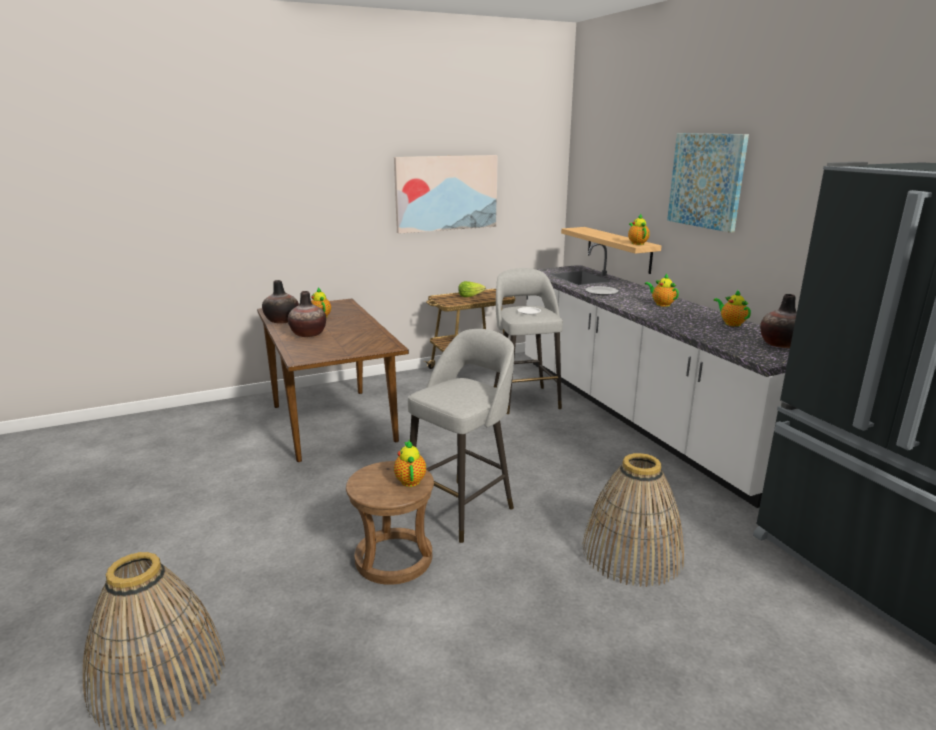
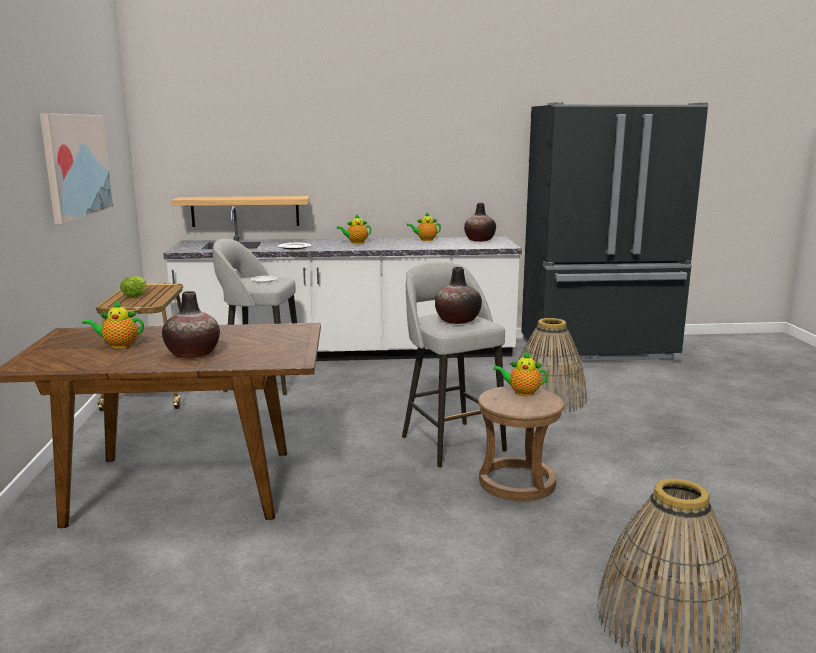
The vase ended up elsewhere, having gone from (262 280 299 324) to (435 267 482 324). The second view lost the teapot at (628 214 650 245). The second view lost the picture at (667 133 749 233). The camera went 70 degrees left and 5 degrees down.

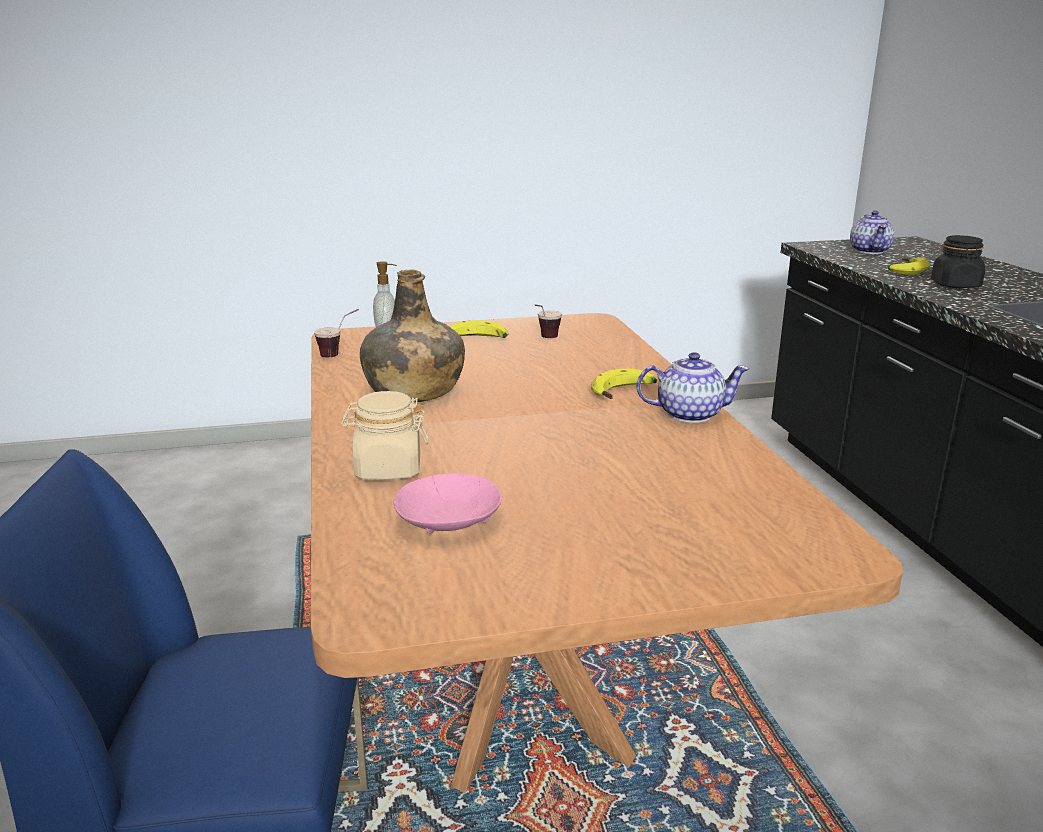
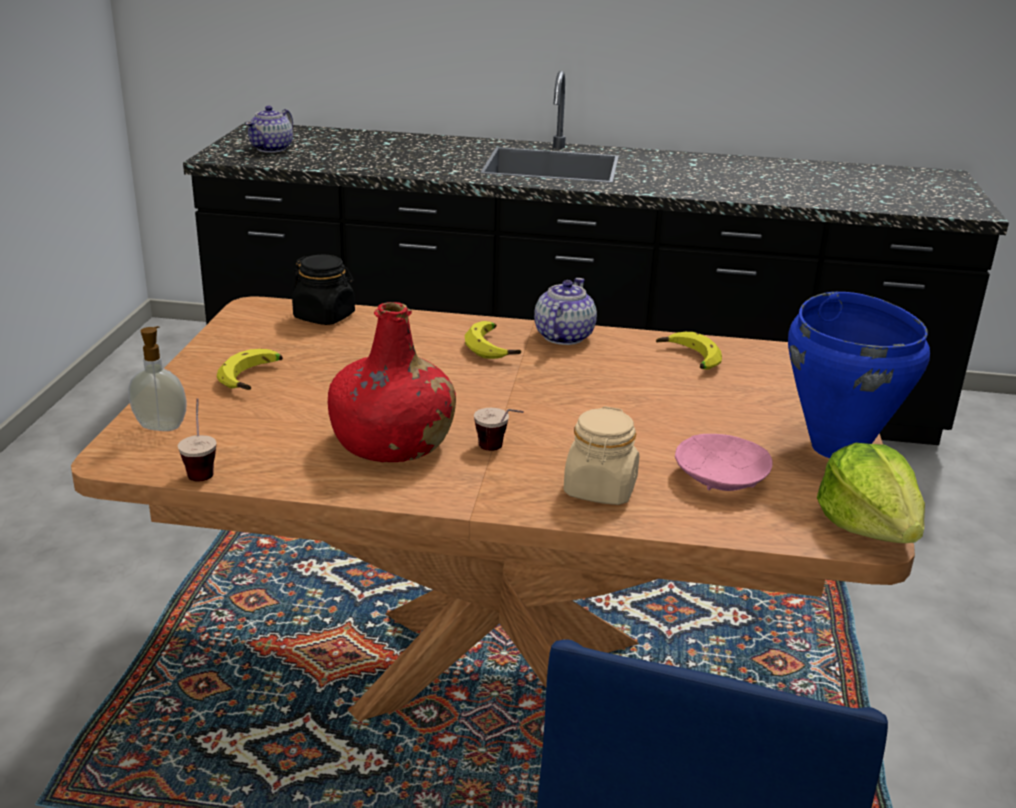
What was the green bottle at (360 270 465 402) turned into the red bottle at (328 302 456 462). The cup ended up elsewhere, having gone from (535 304 562 338) to (474 408 524 451). The teapot at (850 211 894 254) ended up facing another way, 90 degrees clockwise from before. The banana ended up elsewhere, having gone from (887 257 930 275) to (656 332 722 370). The black jar ended up elsewhere, having gone from (931 235 985 288) to (292 255 355 325). The second view gained the blue cooking pot at (788 292 930 458). The second view gained the lettuce at (817 443 925 543). The camera went 70 degrees left and 5 degrees up.

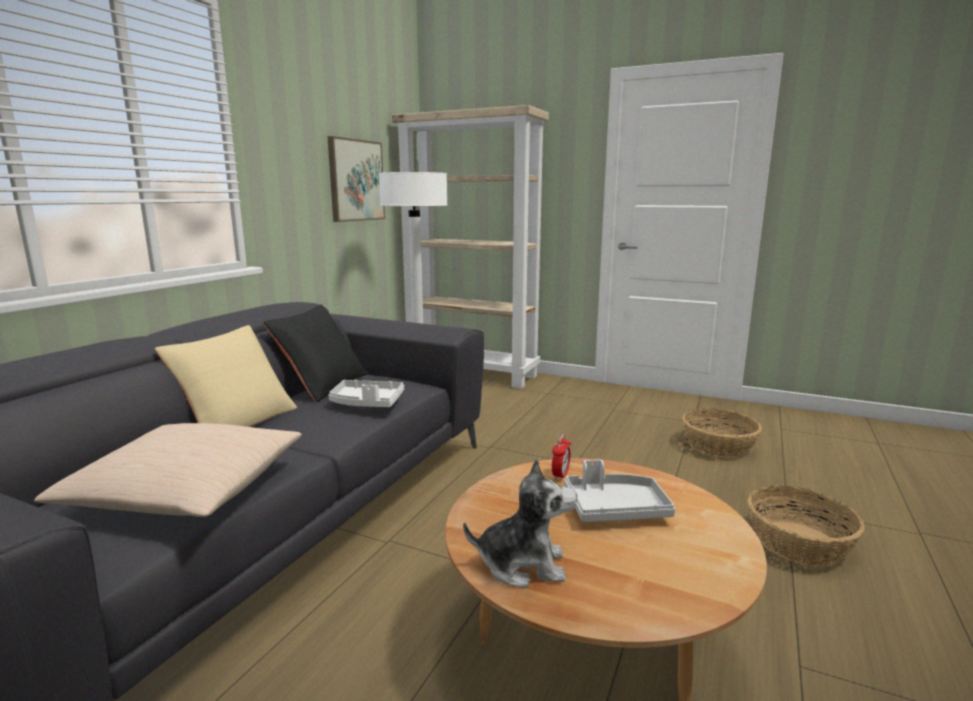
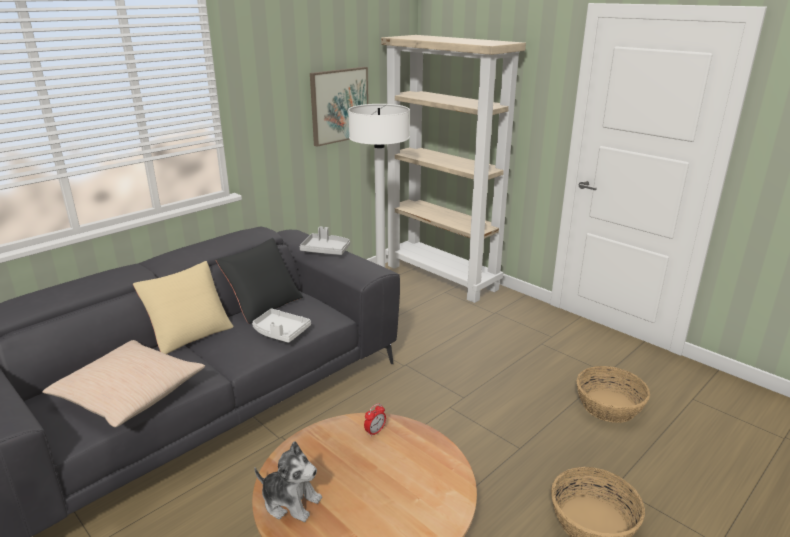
The grey tray ended up elsewhere, having gone from (565 459 676 522) to (300 227 350 255). The camera went 20 degrees right and 10 degrees up.

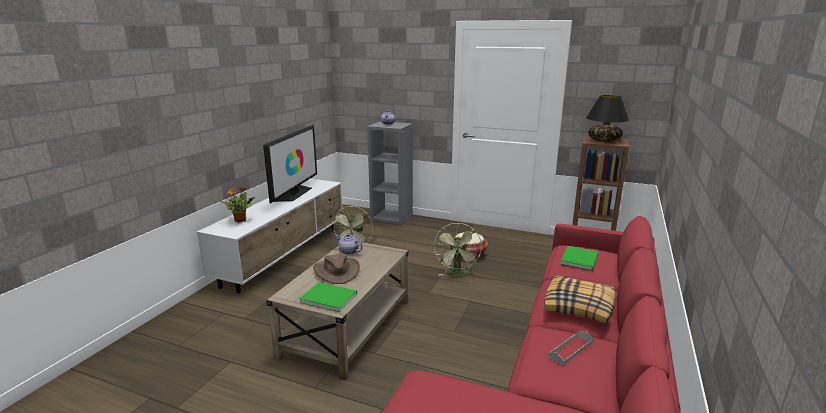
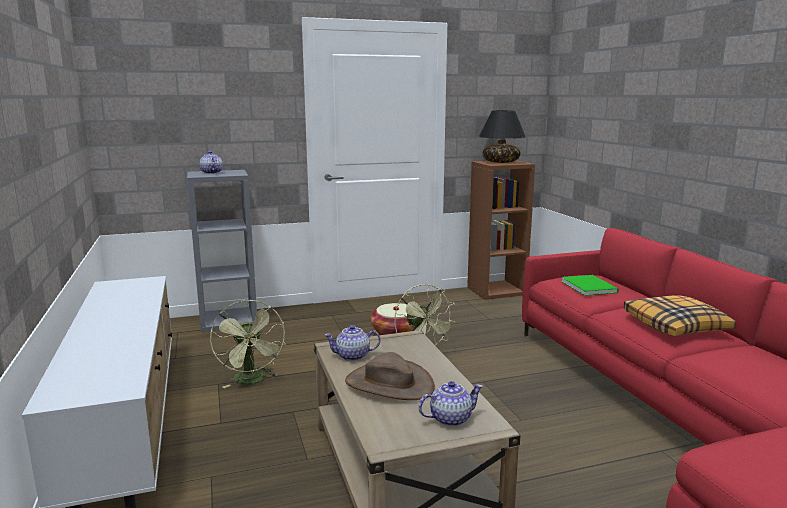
The second view lost the potted plant at (220 187 255 222). The second view lost the television at (263 125 317 204). Where the green book stood at (299 282 357 312), the teapot came to stand at (419 381 483 426). The second view lost the grey tray at (548 331 593 365). The camera went 40 degrees left and 5 degrees down.

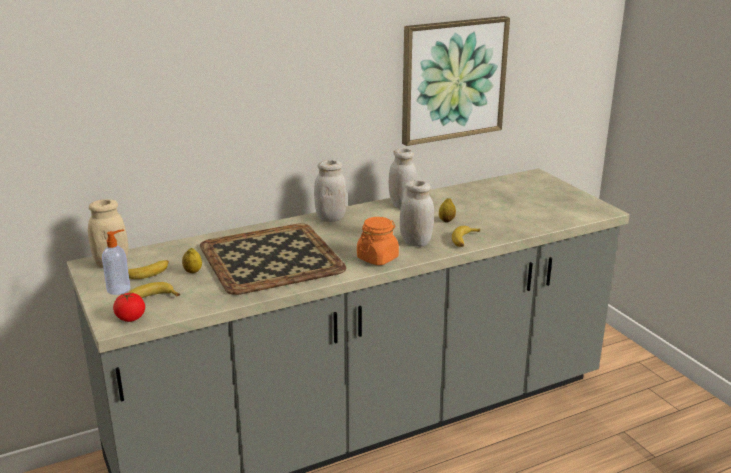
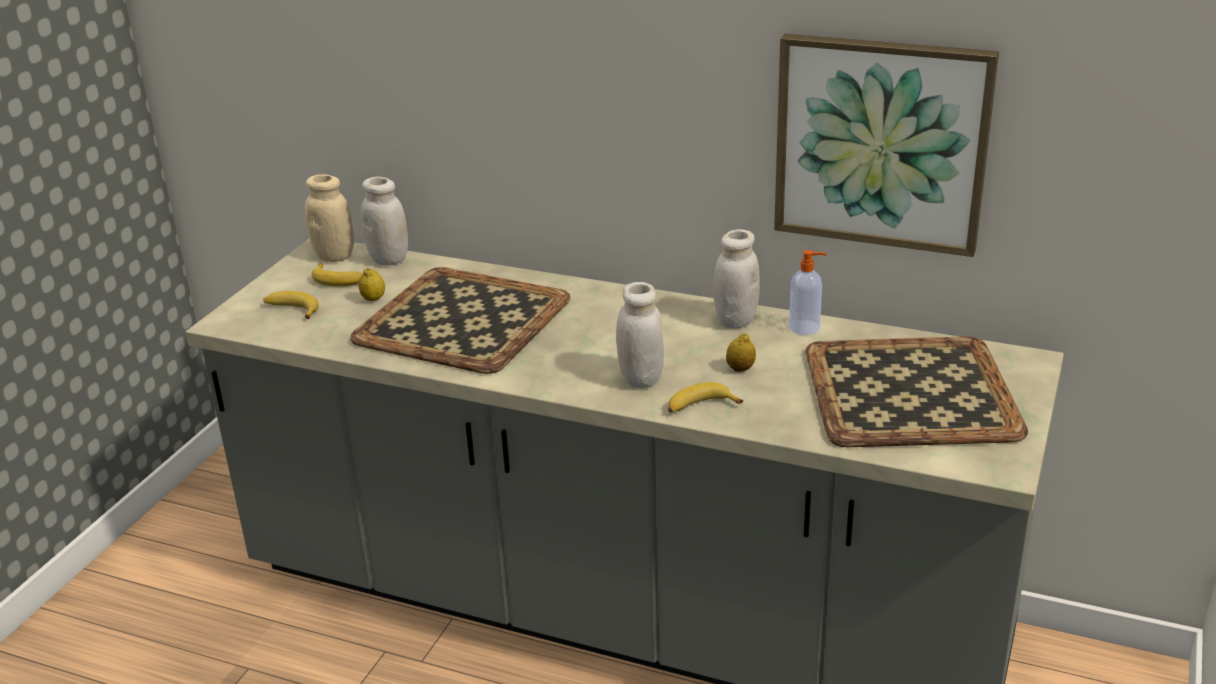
The soap dispenser ended up elsewhere, having gone from (102 229 130 295) to (789 250 827 335). The second view lost the tomato at (113 292 145 322). The white jar ended up elsewhere, having gone from (314 160 347 222) to (361 176 408 265). The second view lost the orange jar at (357 217 399 265). The second view gained the tray at (805 336 1028 447). The camera went 50 degrees right and 5 degrees up.

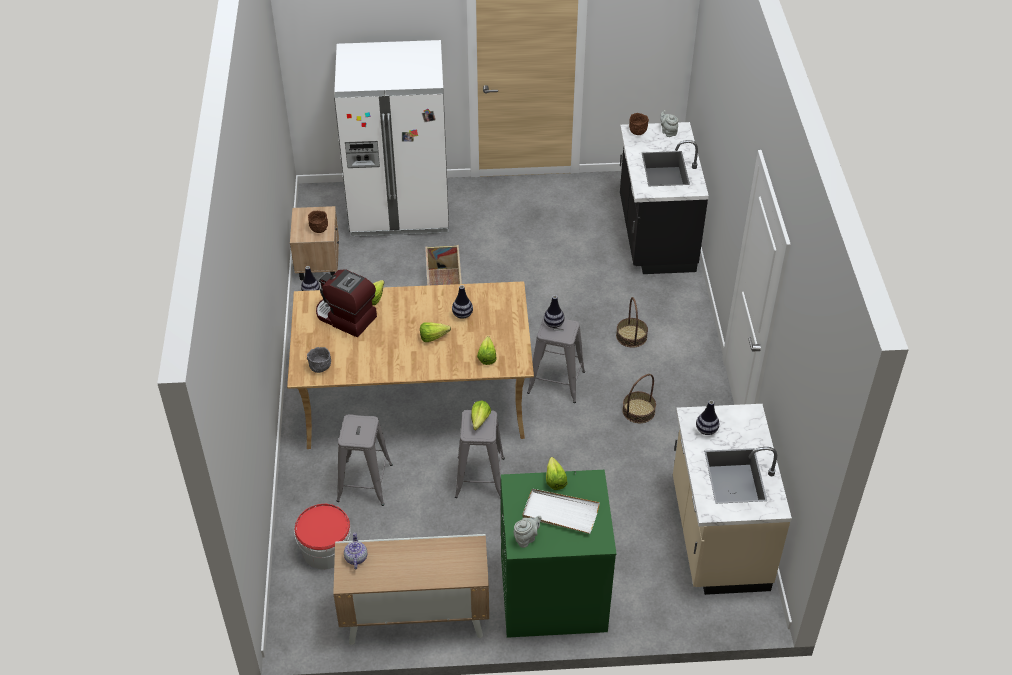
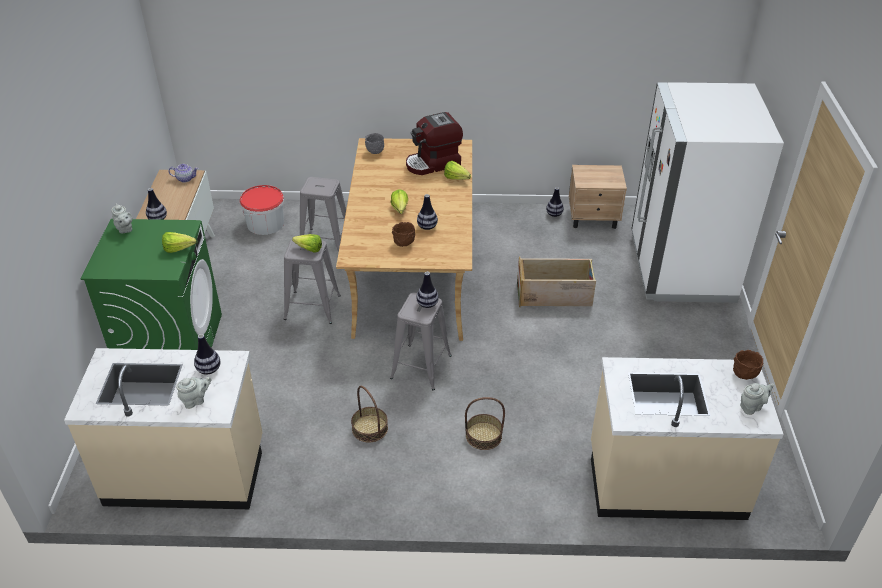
The brown bowl ended up elsewhere, having gone from (308 211 328 233) to (392 222 415 247). The coffee machine at (316 269 377 337) ended up facing another way, 150 degrees counterclockwise from before. The second view lost the lettuce at (477 336 496 365). The second view lost the white tray at (522 489 600 534). What was the black counter at (620 122 709 274) turned into the beige counter at (591 357 784 520). The second view gained the vase at (146 188 167 220). The second view gained the grey teapot at (176 377 212 409). The camera went 95 degrees right and 5 degrees down.

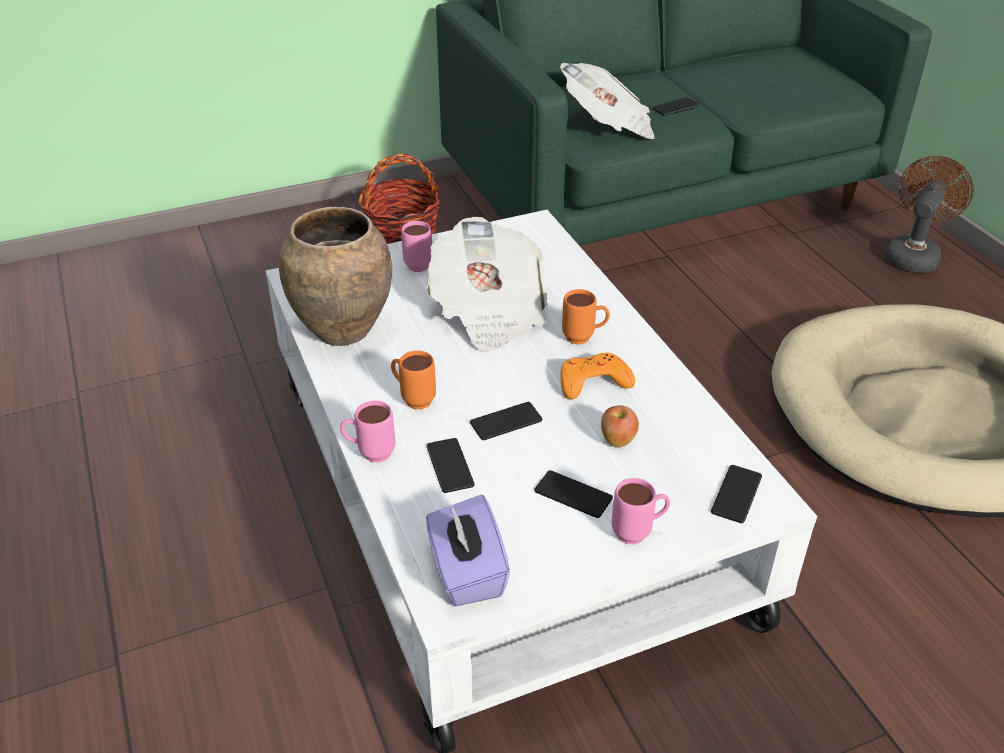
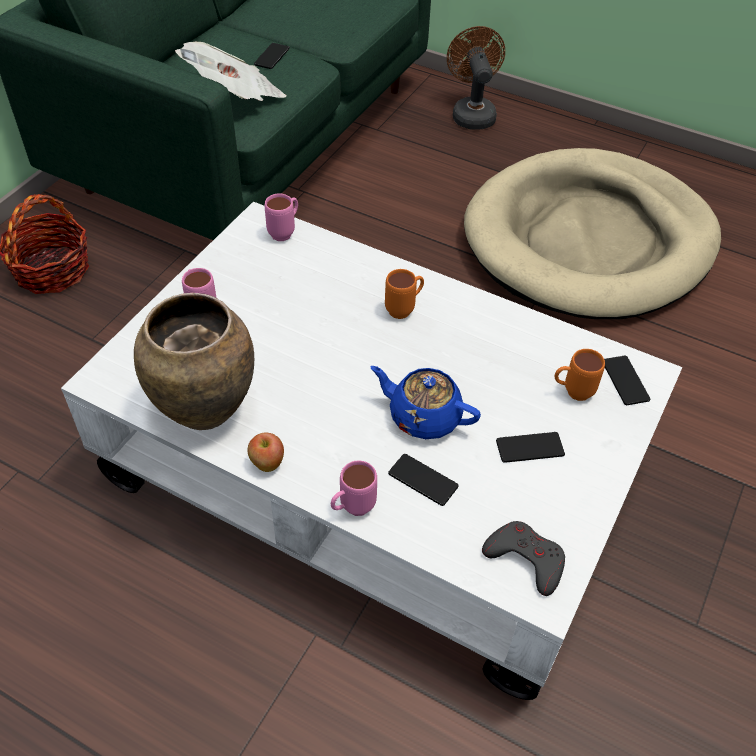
The orange mug ended up elsewhere, having gone from (391 350 436 409) to (555 349 605 401). The second view lost the newspaper at (426 217 547 352). Where the purple tissue box stood at (426 495 510 606), the grey game controller came to stand at (482 521 565 596). Where the phone stood at (470 402 542 440), the blue teapot came to stand at (370 366 481 439). The second view lost the orange game controller at (560 353 635 399). The apple ended up elsewhere, having gone from (601 405 639 447) to (248 433 284 472). The pink mug ended up elsewhere, having gone from (612 478 670 544) to (265 194 298 241). The camera went 40 degrees left and 10 degrees up.

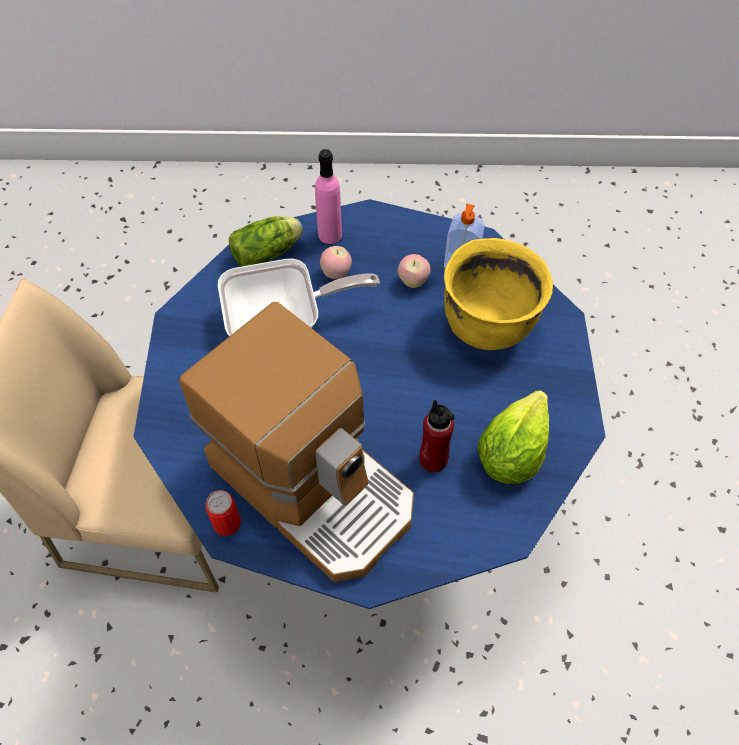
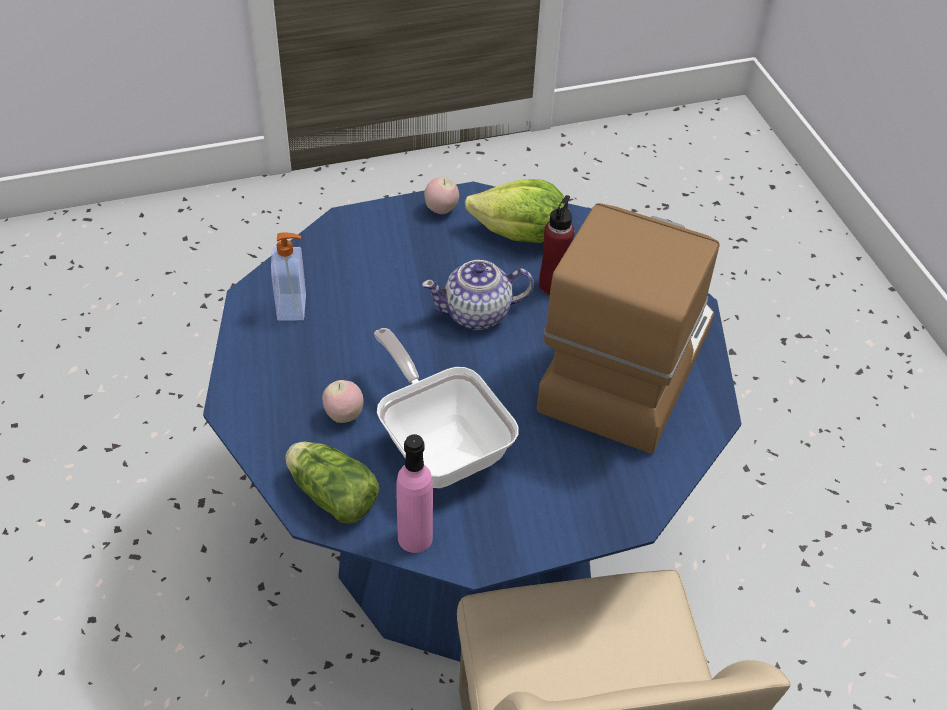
The second view lost the can at (205 490 241 536). The pink bottle ended up elsewhere, having gone from (315 149 342 244) to (396 434 433 553). The apple ended up elsewhere, having gone from (398 254 431 288) to (424 177 459 214). The second view lost the yellow cooking pot at (444 238 553 350). The second view gained the teapot at (422 260 534 330). The camera went 110 degrees left and 10 degrees down.

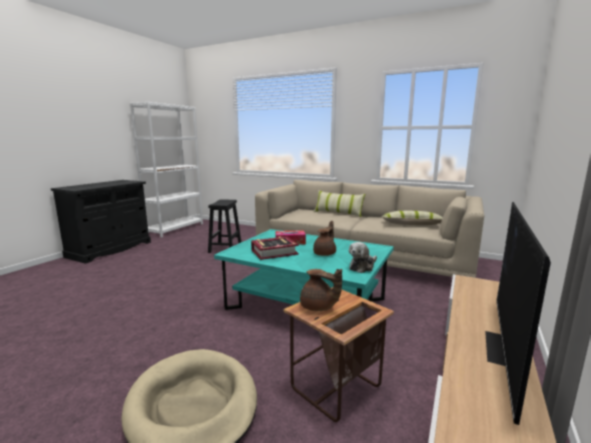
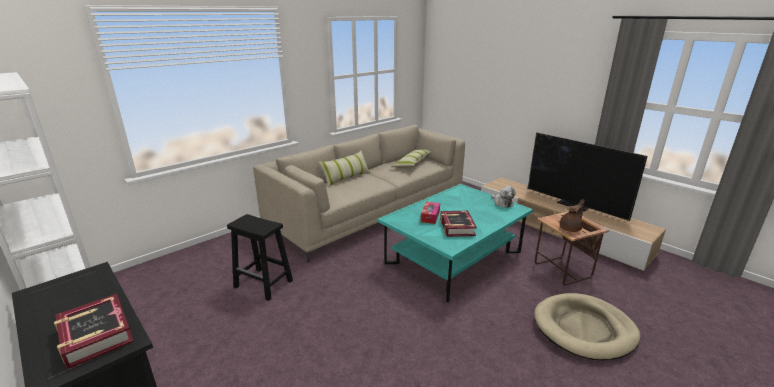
The second view lost the brown teapot at (313 221 336 256). The second view gained the book at (54 293 134 369). The camera went 70 degrees left and 10 degrees up.

